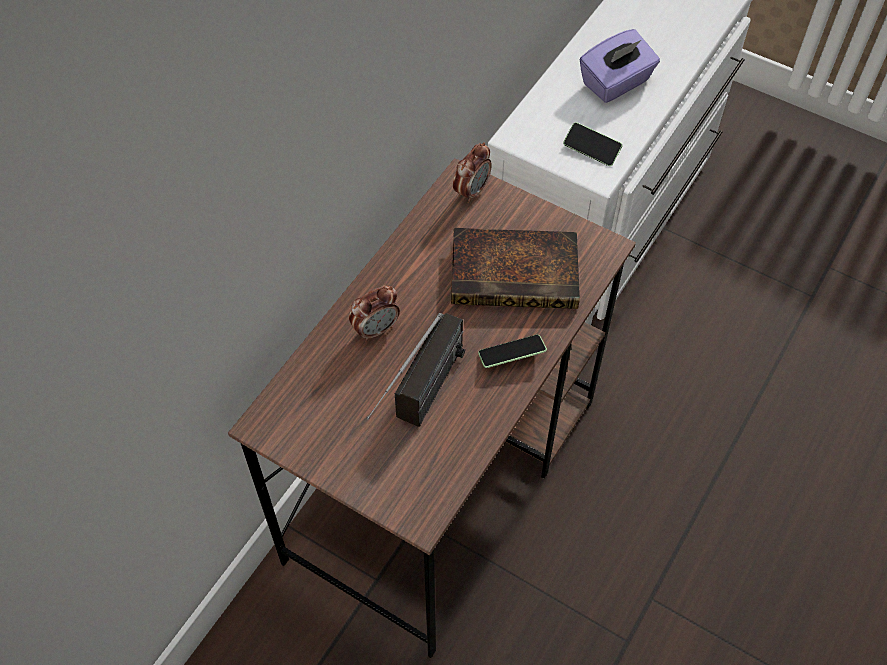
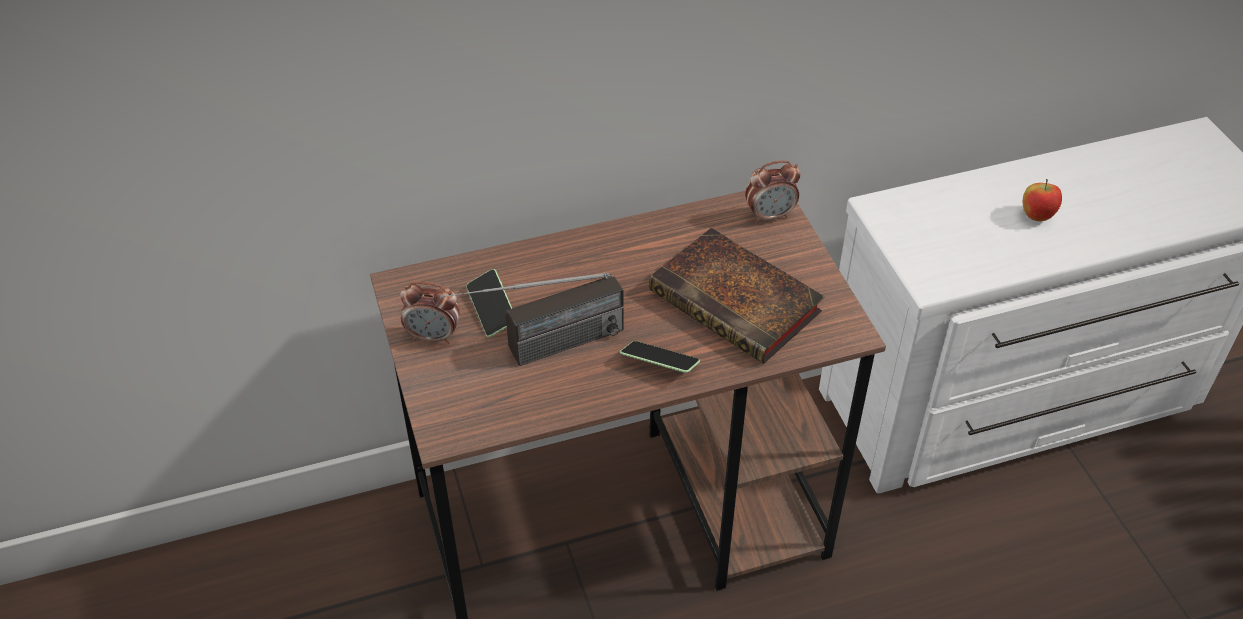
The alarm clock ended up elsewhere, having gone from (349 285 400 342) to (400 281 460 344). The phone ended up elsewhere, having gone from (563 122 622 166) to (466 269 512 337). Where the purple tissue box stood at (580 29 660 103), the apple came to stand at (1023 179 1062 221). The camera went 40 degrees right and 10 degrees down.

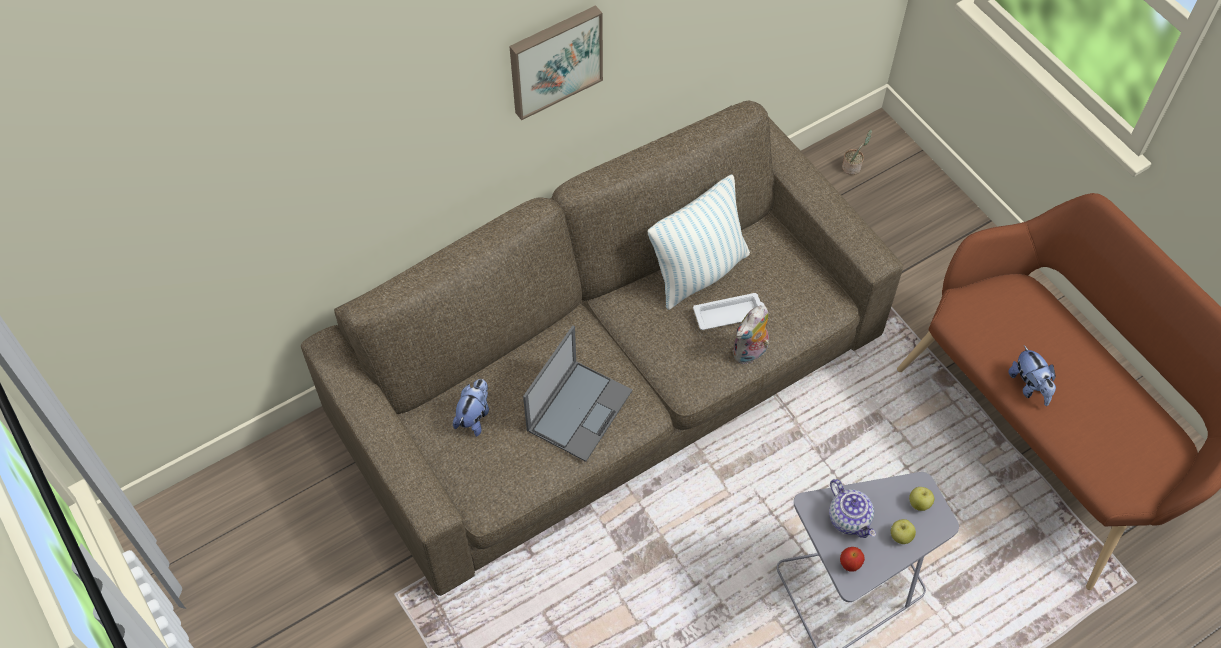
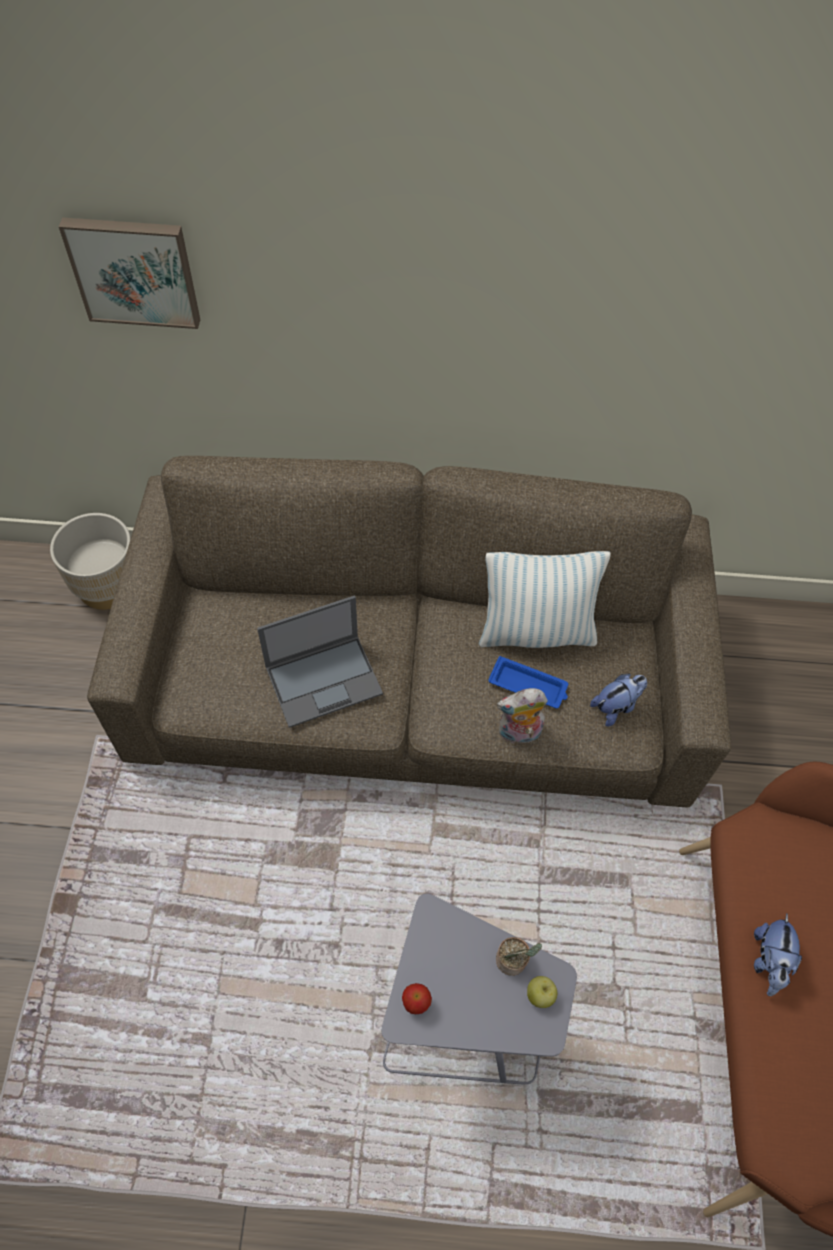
The plush toy ended up elsewhere, having gone from (453 379 489 437) to (590 674 647 727). The picture ended up elsewhere, having gone from (509 5 603 120) to (59 218 200 329). What was the white tray at (693 293 765 330) turned into the blue tray at (489 656 568 708). The second view lost the teapot at (829 479 876 538). The potted plant ended up elsewhere, having gone from (842 130 872 175) to (496 937 542 976). The second view lost the apple at (891 519 916 544). The second view gained the beige planter at (50 513 131 610). The camera went 35 degrees right and 0 degrees up.

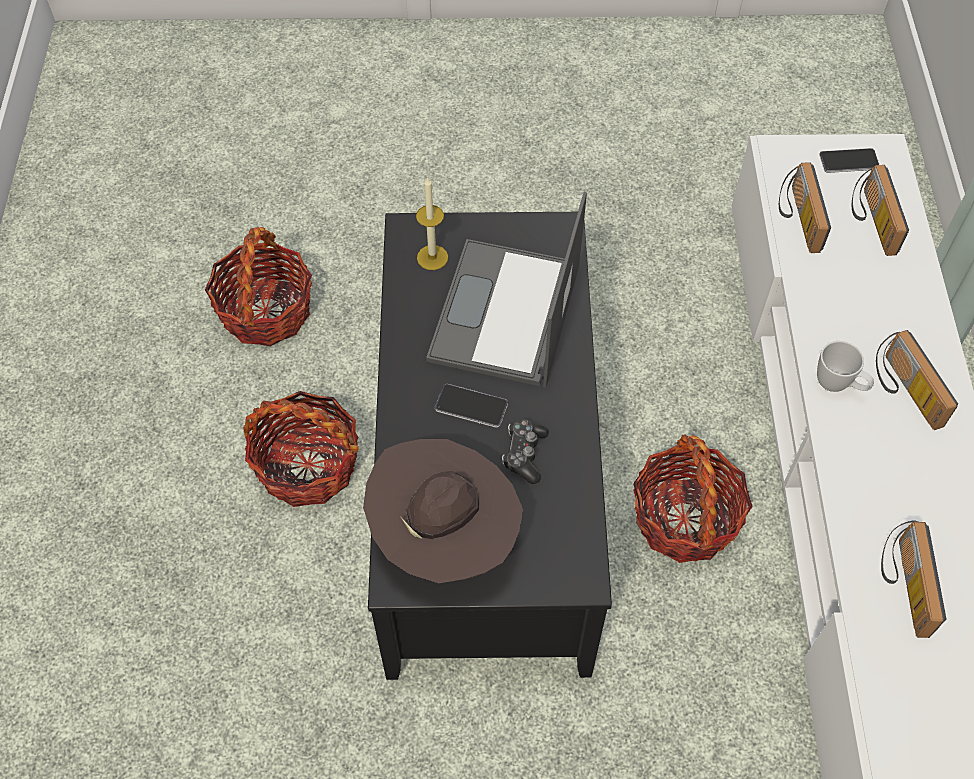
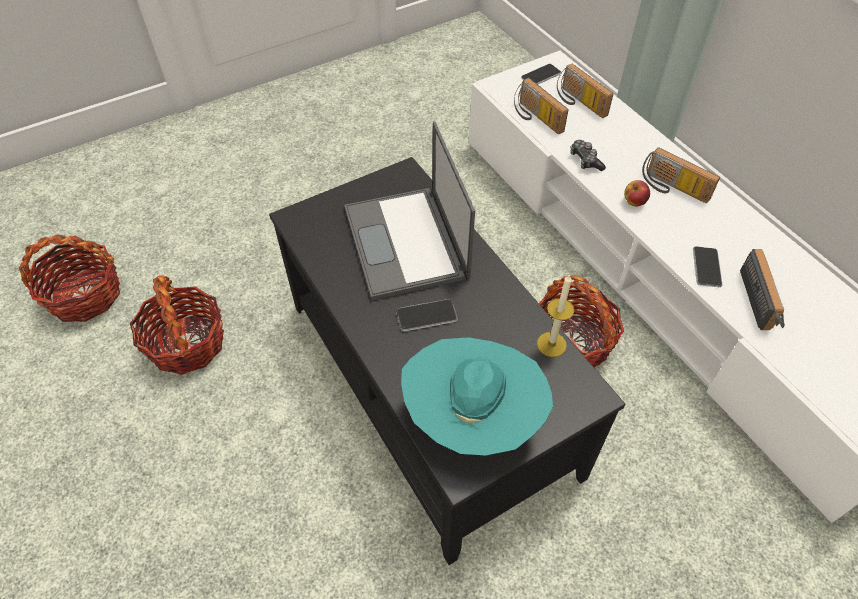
The basket ended up elsewhere, having gone from (243 391 359 507) to (19 234 120 322). What was the brown hat at (363 439 523 583) turned into the turquoise hat at (401 338 553 455). The candle ended up elsewhere, having gone from (416 177 448 270) to (537 274 574 357). The game controller ended up elsewhere, having gone from (502 419 549 484) to (570 140 606 171). Where the white mug stood at (817 341 874 392), the apple came to stand at (624 180 650 206). The radio at (881 521 946 638) ended up facing another way, 150 degrees counterclockwise from before. The second view gained the phone at (693 247 722 287). The camera went 30 degrees left and 5 degrees down.

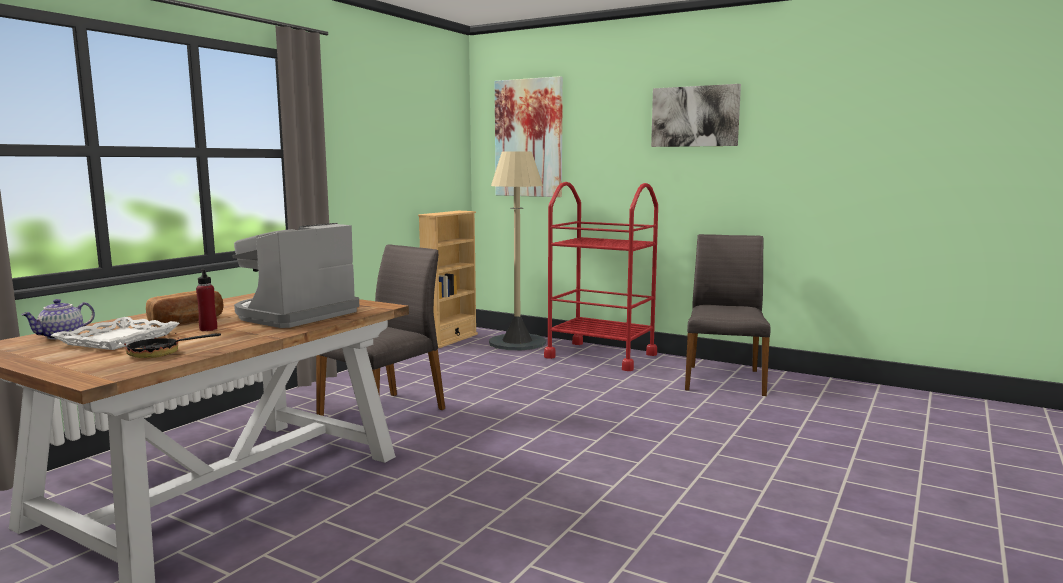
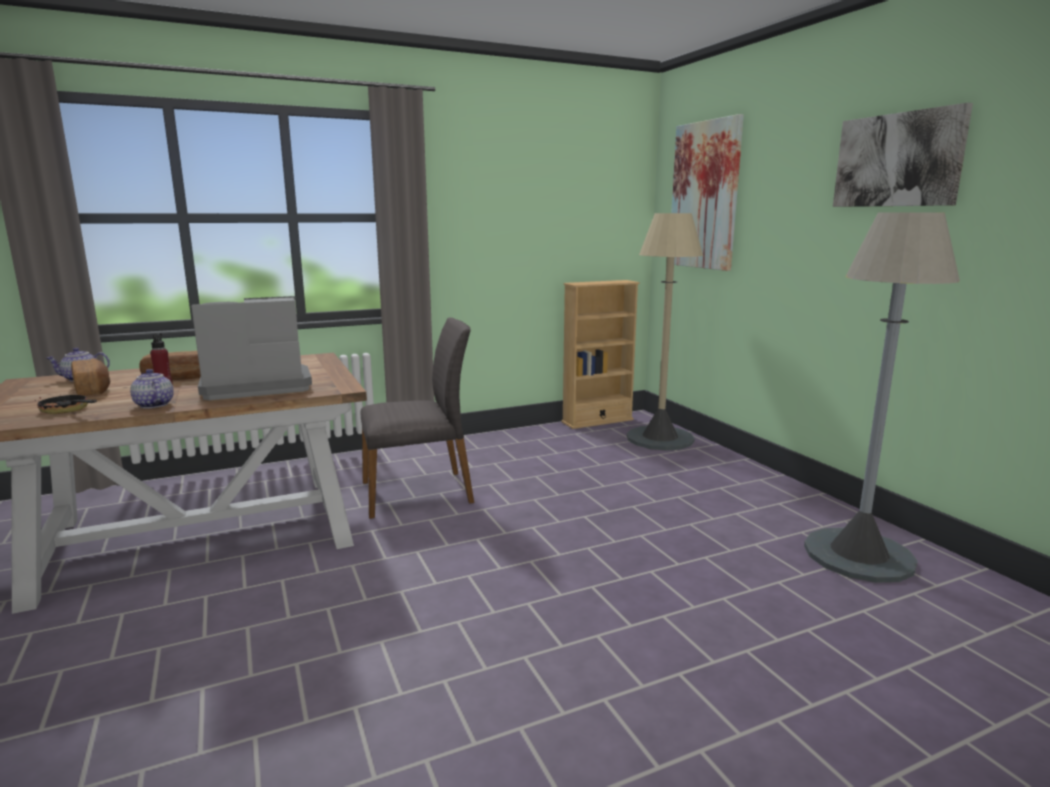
Where the white tray stood at (51 317 180 350), the bread came to stand at (71 359 110 396). The second view lost the red cart at (544 182 658 371). Where the grey chair stood at (685 234 770 396), the grey floor lamp came to stand at (804 212 960 583). The second view gained the teapot at (130 369 174 408). The camera went 35 degrees right and 5 degrees up.

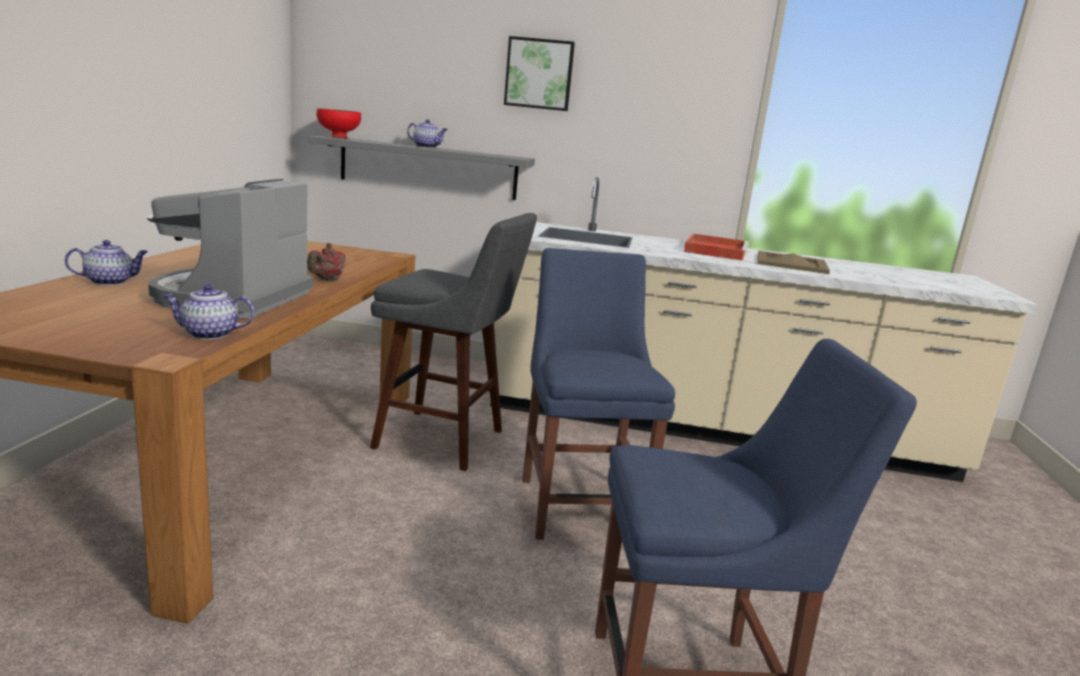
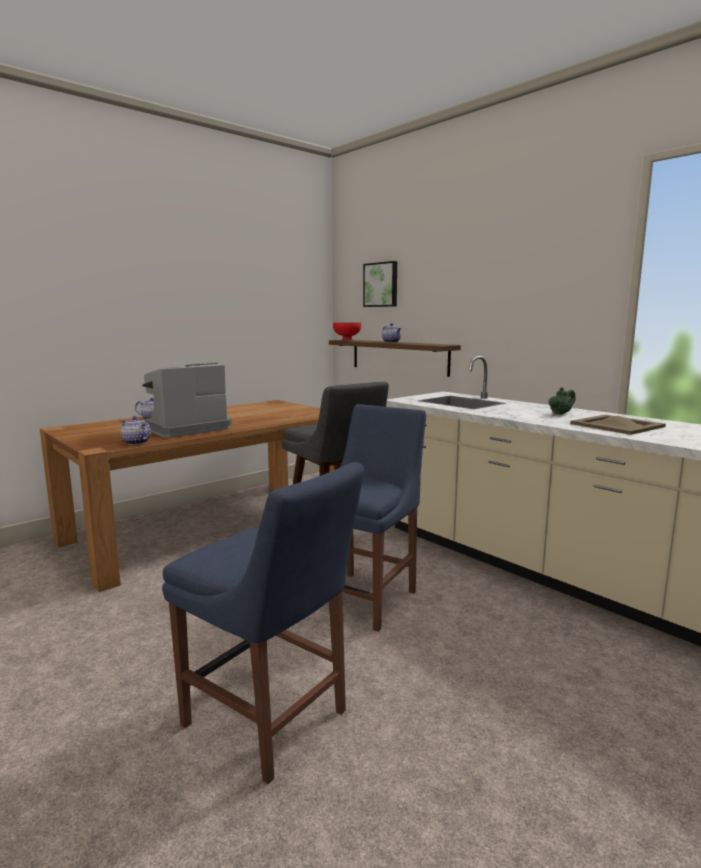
The second view lost the red teapot at (307 243 346 281). What was the grey shelf at (309 136 535 200) turned into the brown shelf at (329 340 461 377). The picture ended up elsewhere, having gone from (504 36 575 111) to (363 261 397 307). Where the red tray stood at (684 234 749 261), the green teapot came to stand at (548 387 576 415). The camera went 40 degrees right and 5 degrees down.

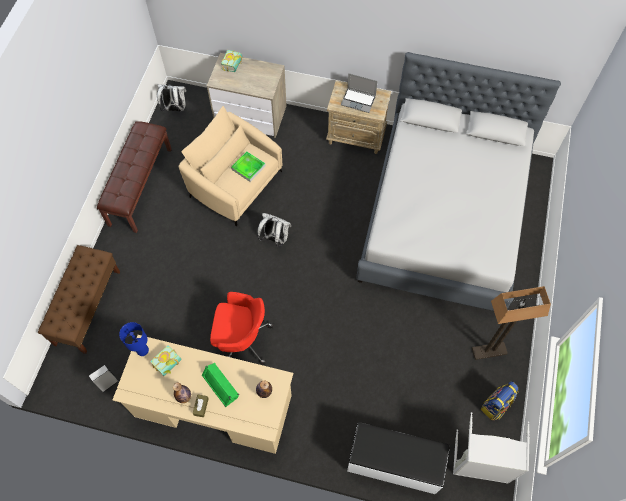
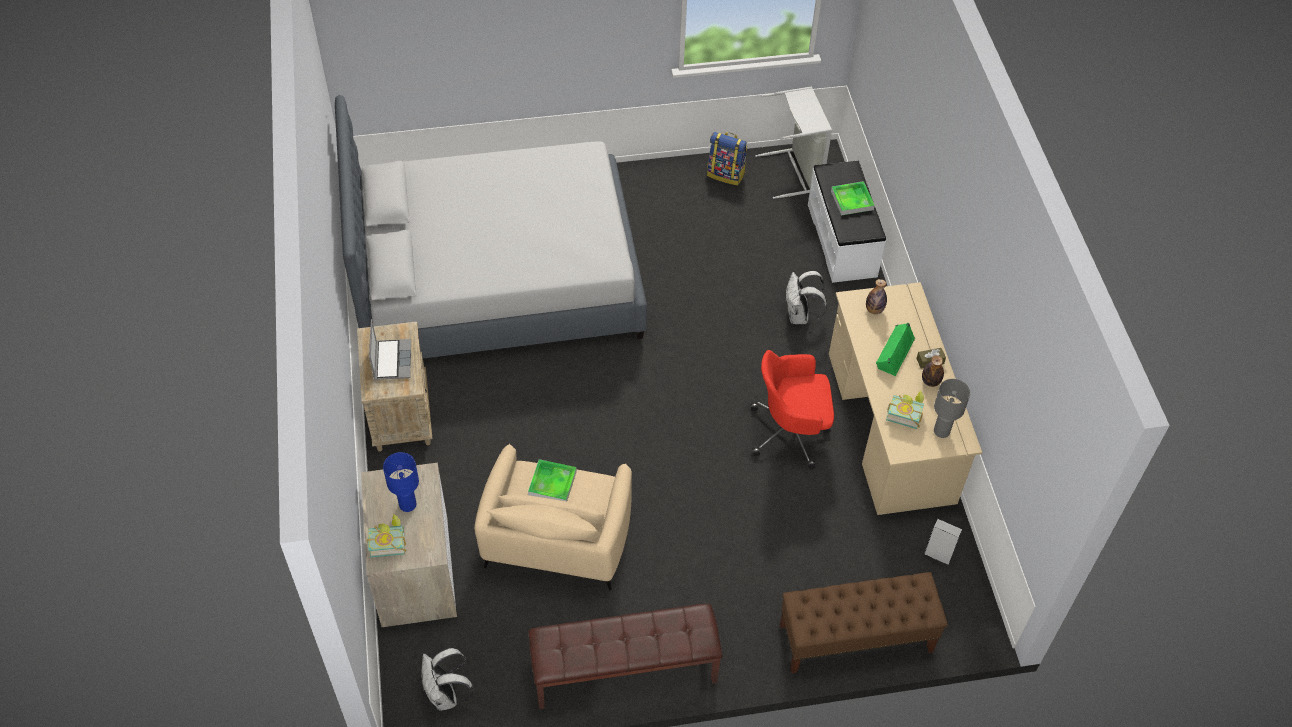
The blue table lamp ended up elsewhere, having gone from (119 322 149 356) to (383 452 419 512). The red office chair at (210 292 273 365) ended up facing another way, 75 degrees counterclockwise from before. The white backpack ended up elsewhere, having gone from (258 213 291 247) to (785 271 827 324). The second view lost the floor lamp at (472 286 551 360). The second view gained the tray at (831 181 875 216). The second view gained the grey table lamp at (934 379 970 438). The camera went 115 degrees left and 10 degrees down.

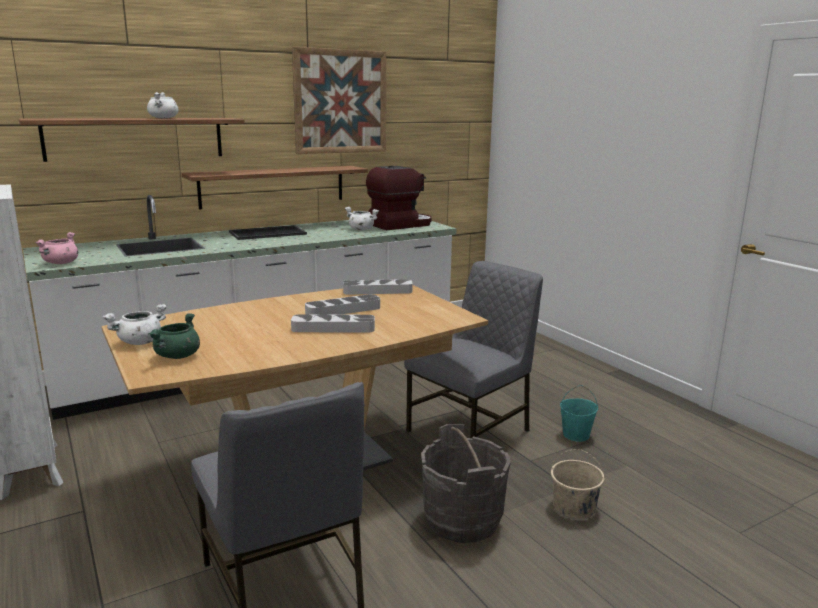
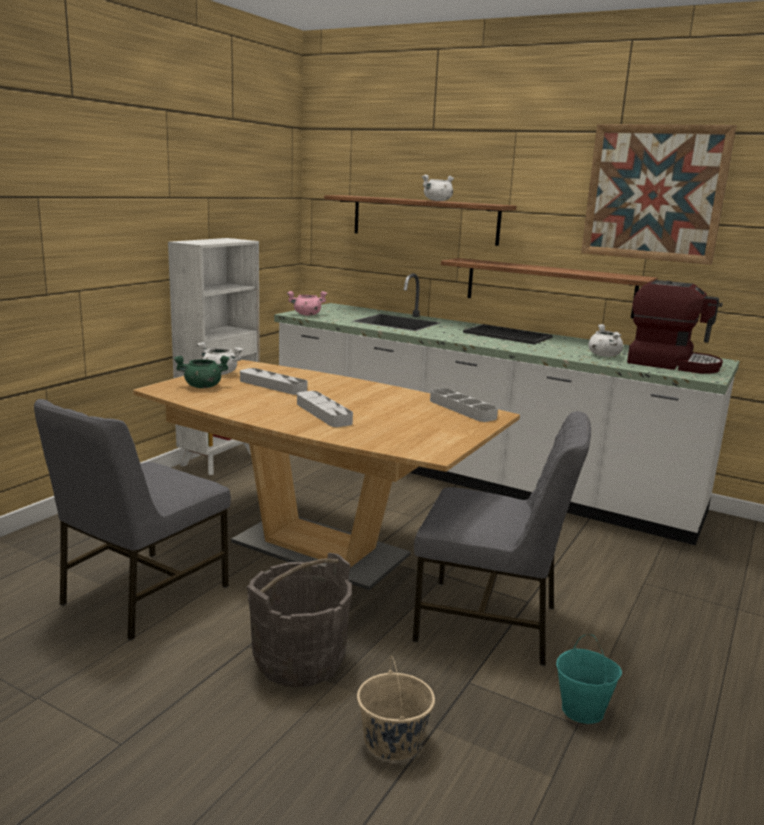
The grey tray ended up elsewhere, having gone from (305 294 380 315) to (240 368 307 395). The camera went 60 degrees right and 0 degrees up.

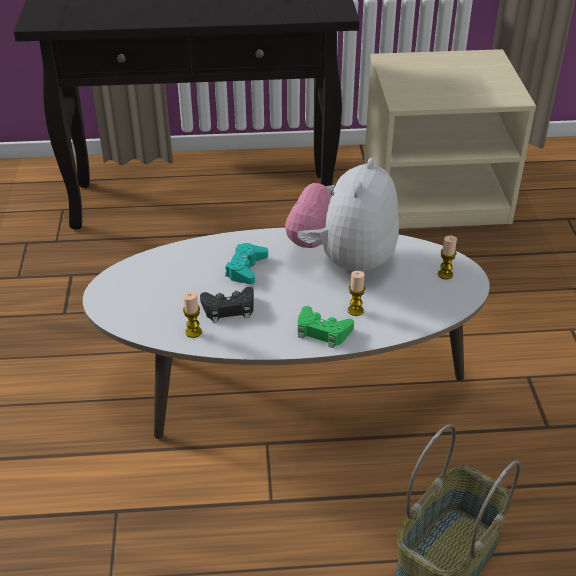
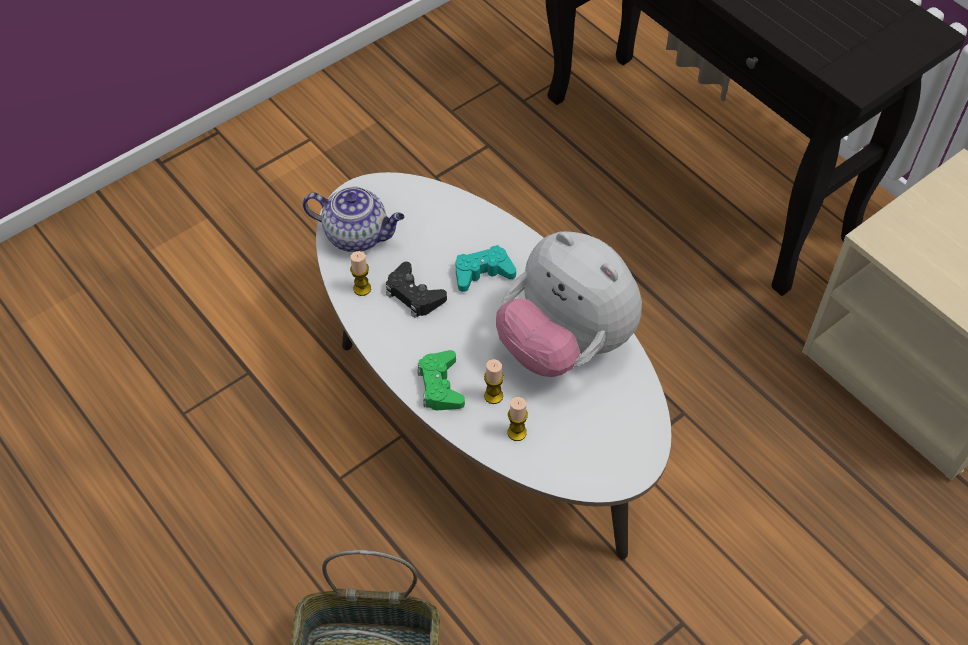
The plush toy at (285 158 399 274) ended up facing another way, 120 degrees counterclockwise from before. The candle ended up elsewhere, having gone from (438 235 457 280) to (507 397 528 441). The second view gained the teapot at (303 186 405 252). The camera went 55 degrees right and 15 degrees up.

